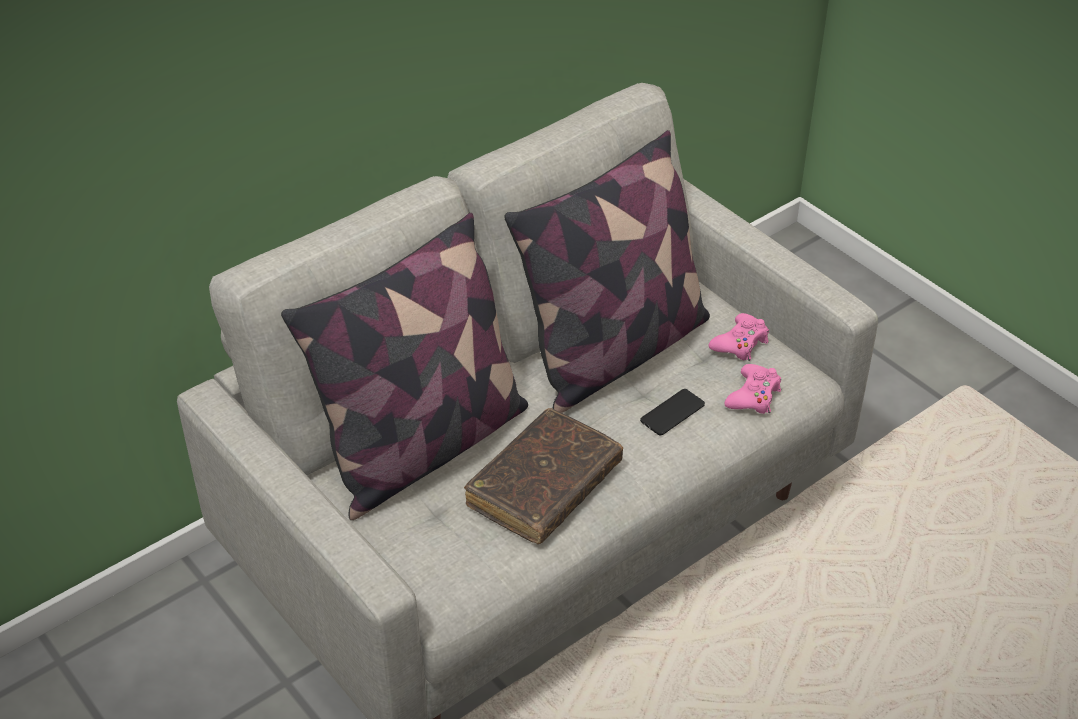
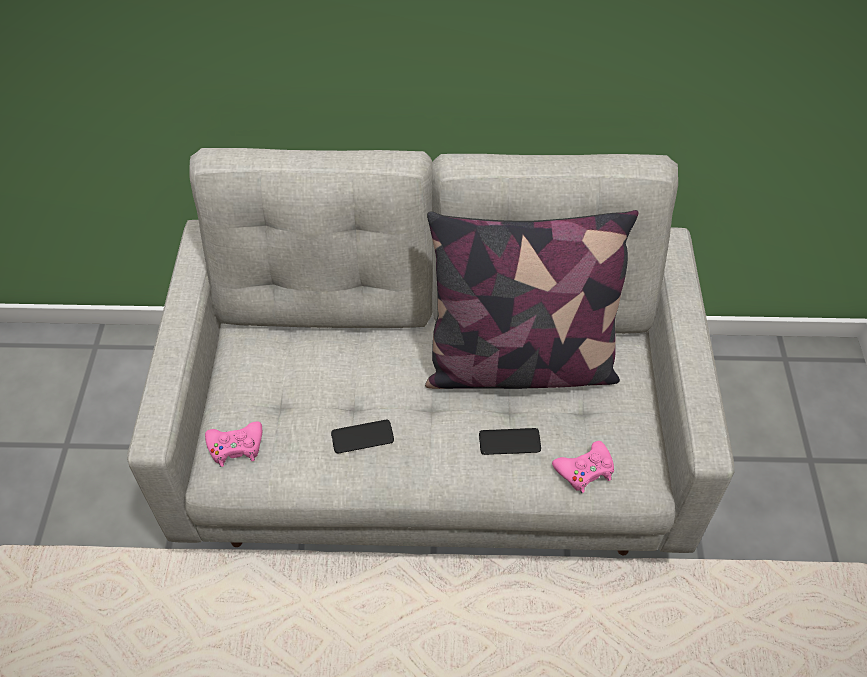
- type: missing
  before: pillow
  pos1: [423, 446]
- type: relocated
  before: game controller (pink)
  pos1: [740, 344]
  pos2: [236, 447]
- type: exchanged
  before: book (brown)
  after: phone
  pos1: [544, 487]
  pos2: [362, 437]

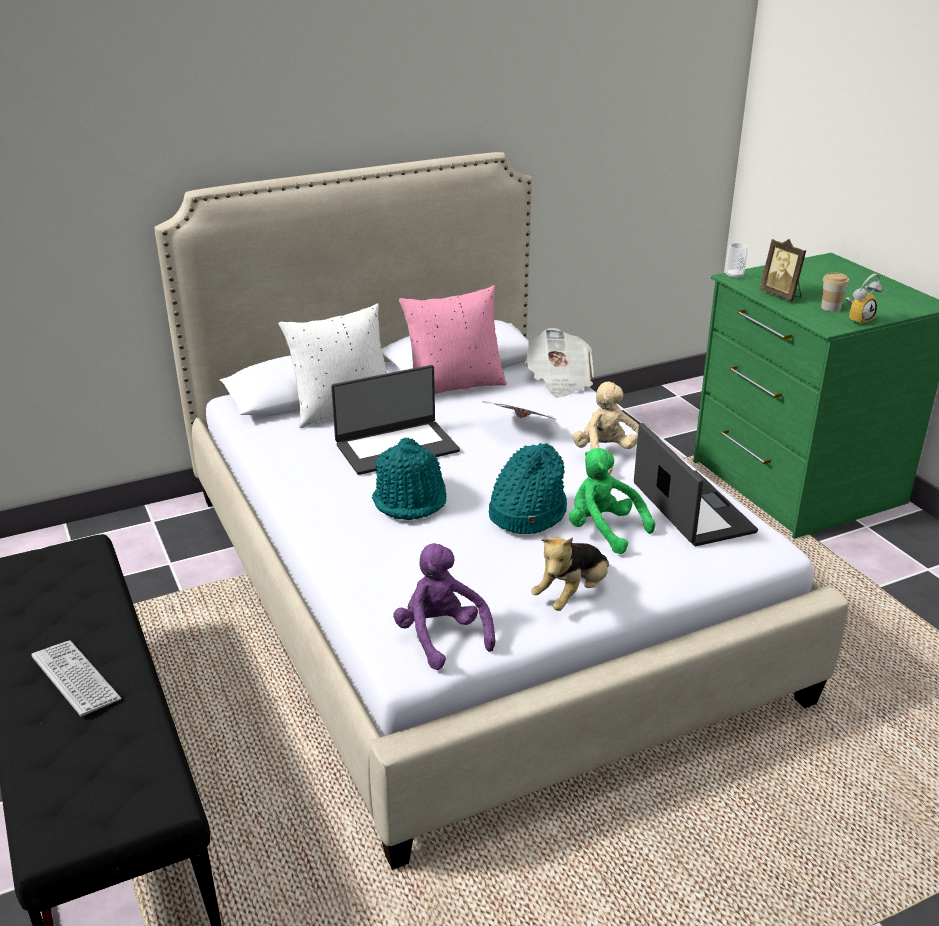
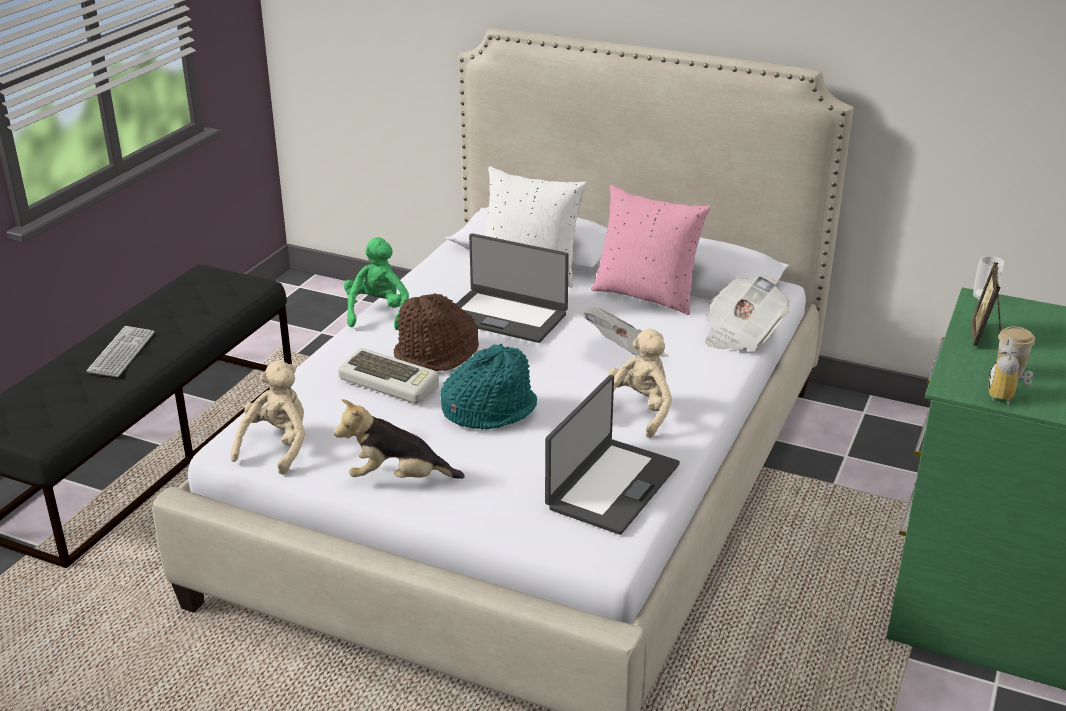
- type: appeared
  after: keyboard
  pos2: [391, 382]
- type: relocated
  before: plush toy (green)
  pos1: [603, 530]
  pos2: [378, 313]
- type: colour
  before: hat (turquoise)
  after: hat (brown)
  pos1: [410, 499]
  pos2: [437, 355]
- type: colour
  before: plush toy (purple)
  after: plush toy (beige)
  pos1: [441, 637]
  pos2: [277, 447]
- type: spun
  before: alarm clock
  pos1: [858, 320]
  pos2: [1006, 397]
  turn: 90

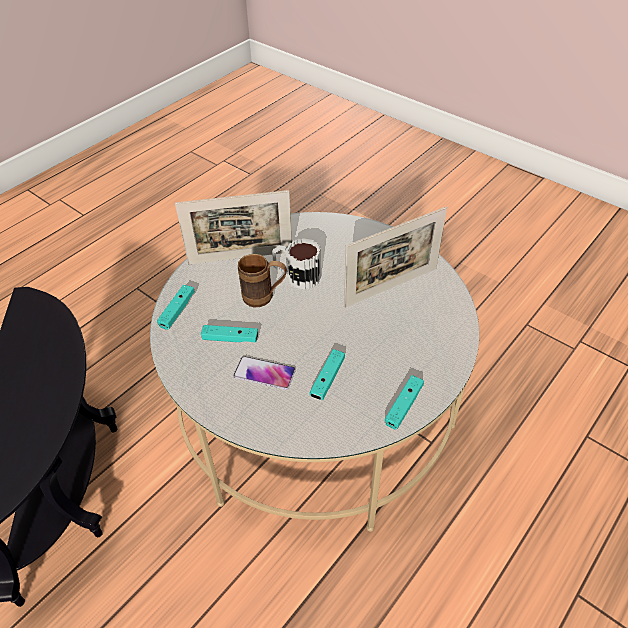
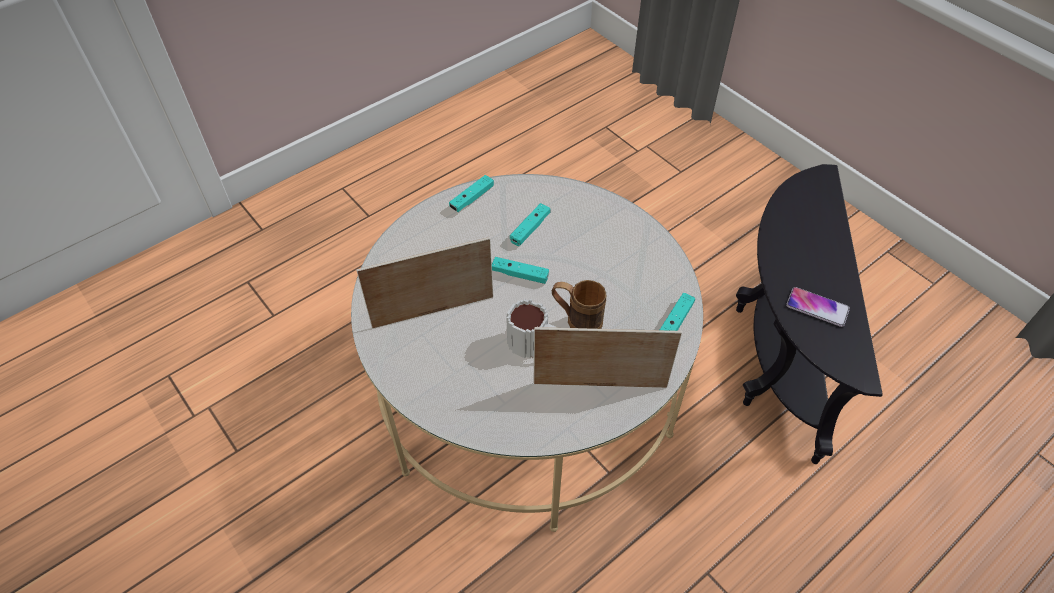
- type: relocated
  before: game controller (turquoise)
  pos1: [230, 338]
  pos2: [520, 275]
- type: relocated
  before: phone
  pos1: [264, 373]
  pos2: [817, 307]

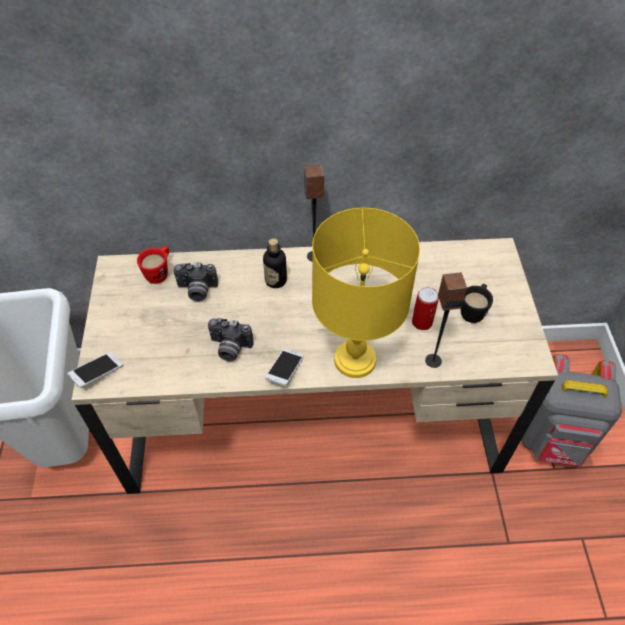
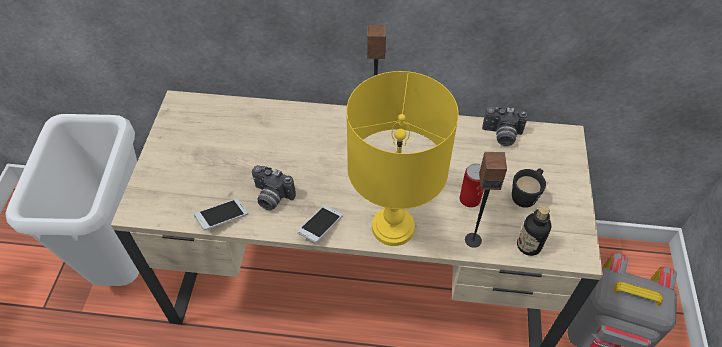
- type: missing
  before: mug (red)
  pos1: [159, 272]
- type: relocated
  before: phone
  pos1: [97, 373]
  pos2: [222, 218]
- type: relocated
  before: photo camera
  pos1: [197, 291]
  pos2: [501, 135]
- type: relocated
  before: bottle
  pos1: [276, 280]
  pos2: [529, 245]

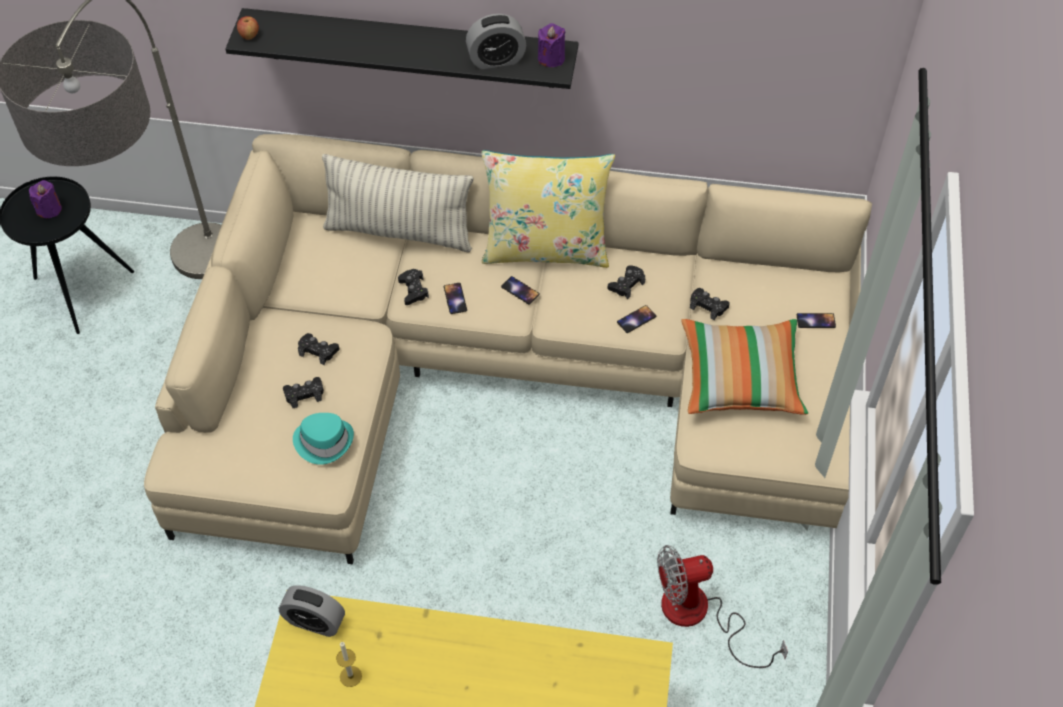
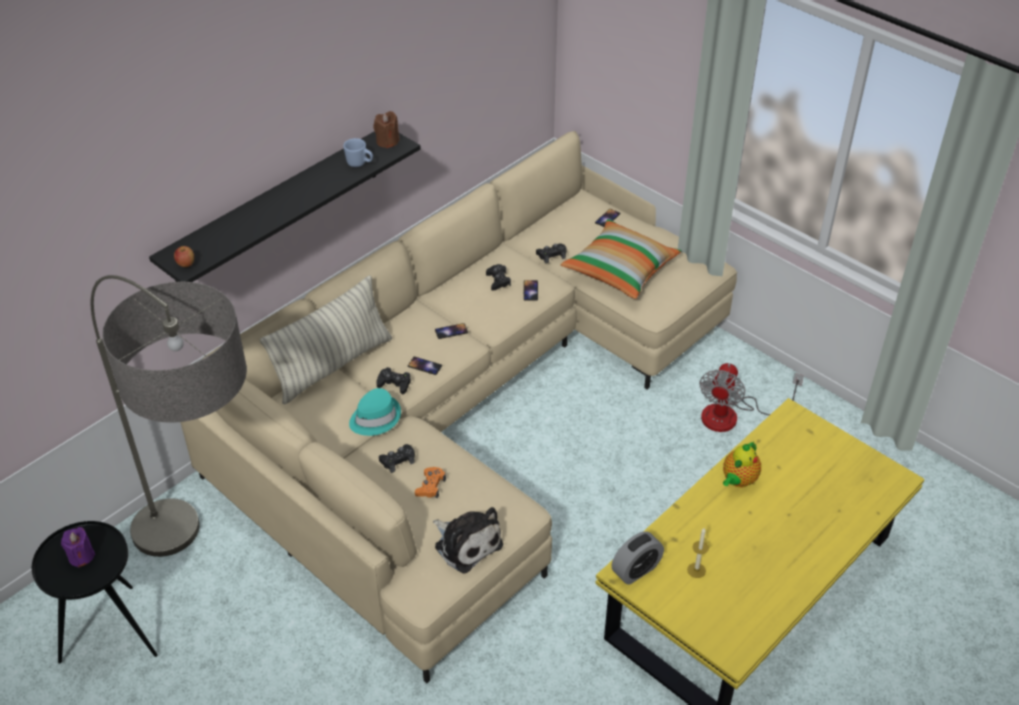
- type: missing
  before: pillow (yellow)
  pos1: [546, 248]
- type: appeared
  after: plush toy
  pos2: [466, 543]
- type: appeared
  after: teapot
  pos2: [738, 480]
- type: relocated
  before: hat (turquoise)
  pos1: [324, 441]
  pos2: [375, 418]
- type: exchanged
  before: alarm clock
  after: mug (blue)
  pos1: [496, 60]
  pos2: [360, 164]
- type: colour
  before: game controller (black)
  after: game controller (orange)
  pos1: [304, 394]
  pos2: [430, 486]
- type: colour
  before: candle (purple)
  after: candle (brown)
  pos1: [551, 58]
  pos2: [387, 141]

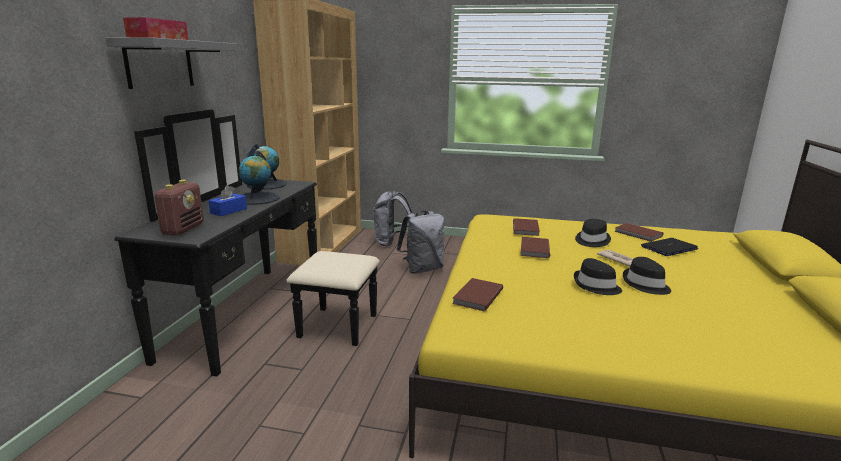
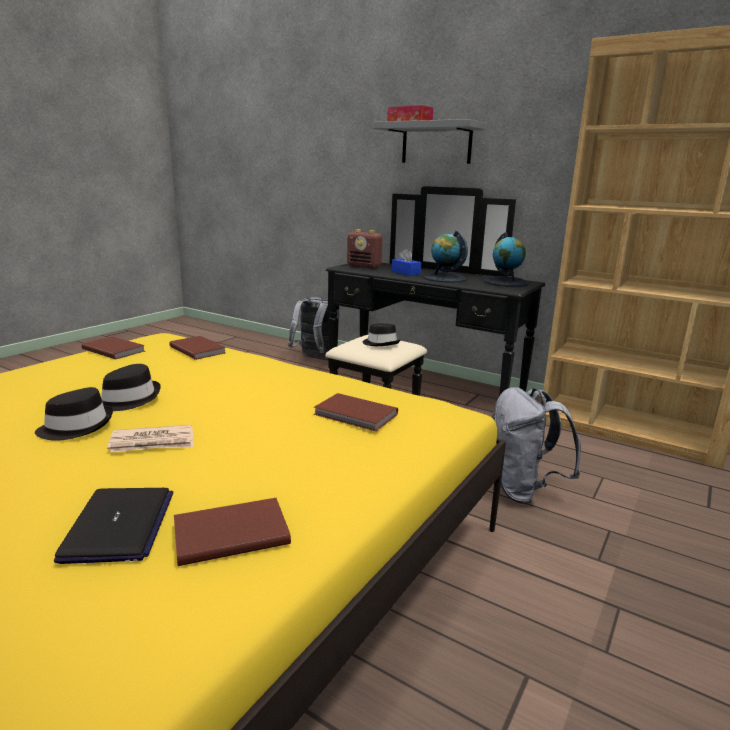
- type: relocated
  before: backpack (grey)
  pos1: [392, 242]
  pos2: [316, 359]
- type: relocated
  before: book (brown)
  pos1: [533, 249]
  pos2: [114, 350]
- type: relocated
  before: hat (black)
  pos1: [591, 240]
  pos2: [381, 343]

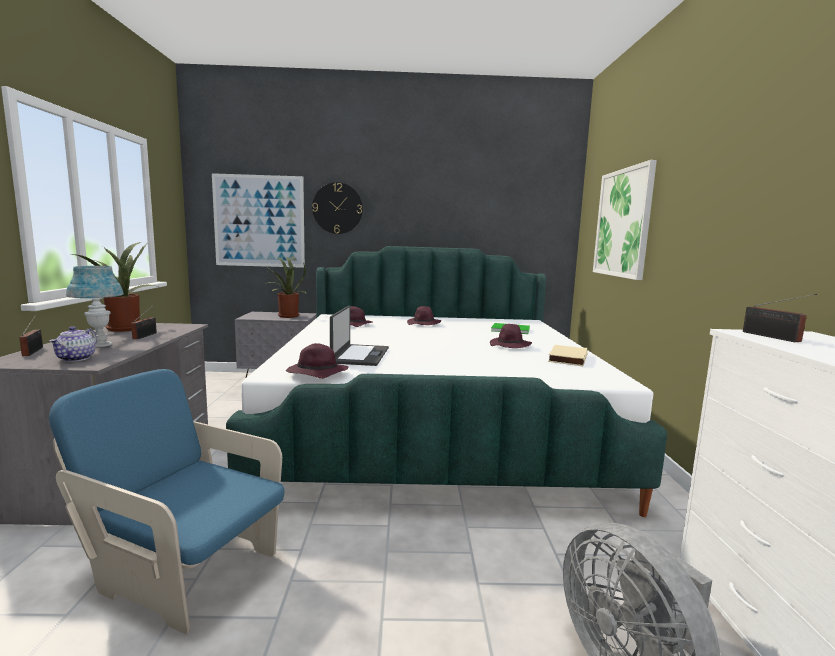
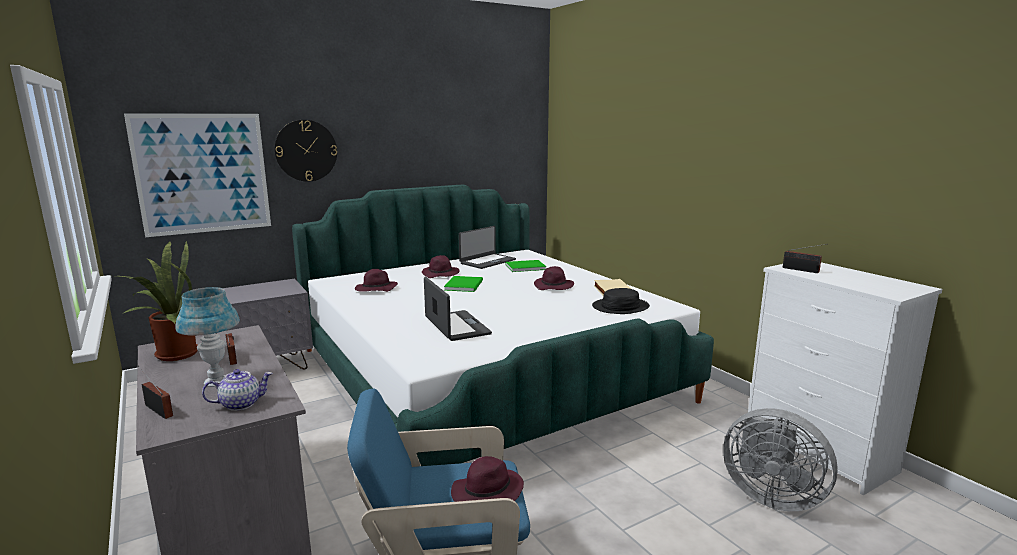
- type: missing
  before: potted plant
  pos1: [286, 316]
- type: missing
  before: picture
  pos1: [623, 223]
- type: appeared
  after: book (green)
  pos2: [465, 285]
- type: appeared
  after: laptop
  pos2: [487, 261]
- type: appeared
  after: hat (black)
  pos2: [620, 307]
- type: relocated
  before: hat (purple)
  pos1: [316, 373]
  pos2: [486, 493]
- type: spun
  before: teapot
  pos1: [76, 358]
  pos2: [241, 404]
  turn: -90

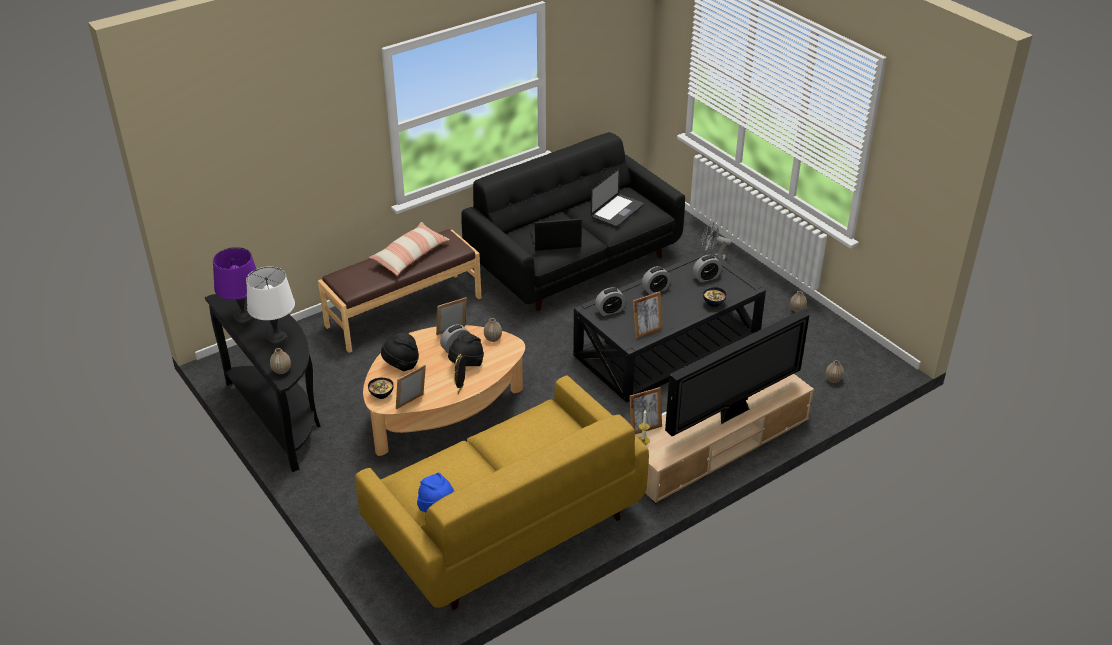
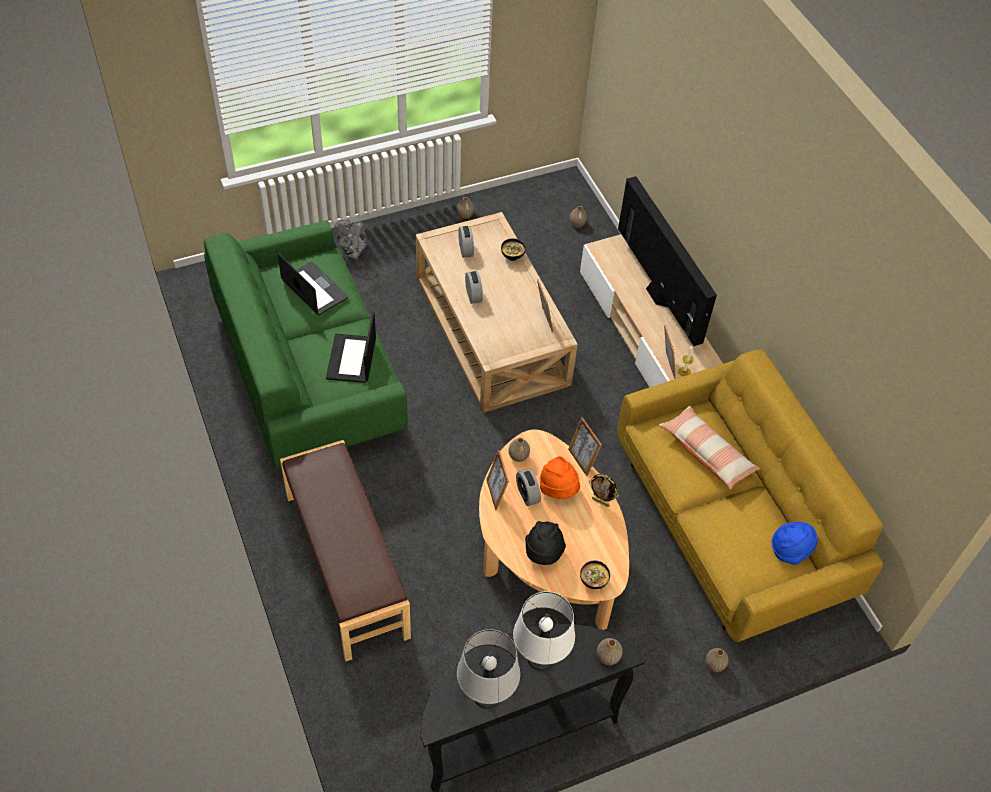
- type: missing
  before: alarm clock
  pos1: [610, 311]
- type: appeared
  after: vase
  pos2: [714, 665]
- type: relocated
  before: pillow
  pos1: [410, 256]
  pos2: [707, 453]
- type: relocated
  before: picture frame
  pos1: [412, 403]
  pos2: [582, 460]
- type: colour
  before: table lamp (purple)
  after: table lamp (grey)
  pos1: [243, 317]
  pos2: [486, 696]
- type: colour
  before: hat (black)
  after: hat (orange)
  pos1: [466, 364]
  pos2: [558, 489]
- type: colour
  before: sofa (black)
  after: sofa (green)
  pos1: [574, 261]
  pos2: [308, 373]
- type: colour
  before: coffee table (black)
  after: coffee table (beige)
  pos1: [666, 345]
  pos2: [490, 330]

